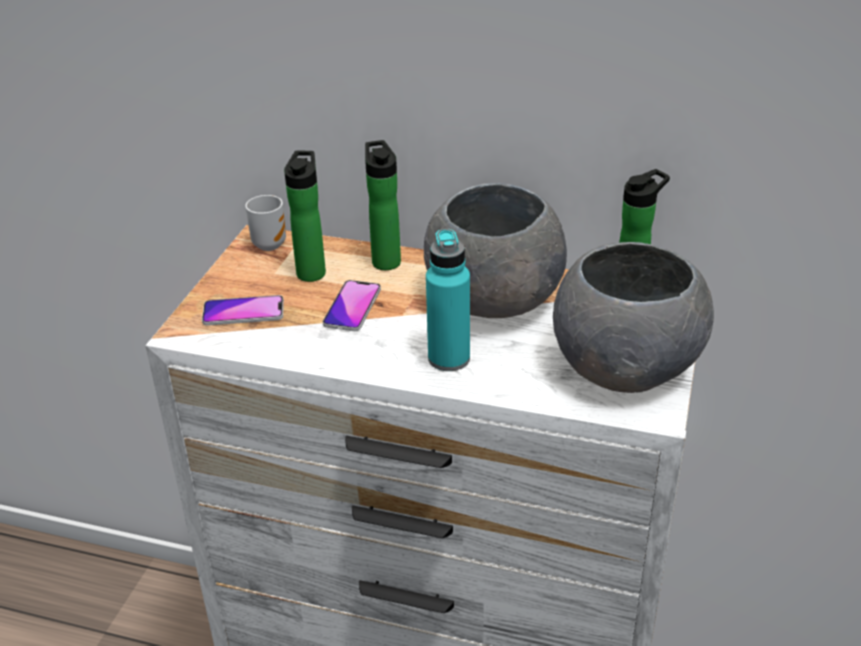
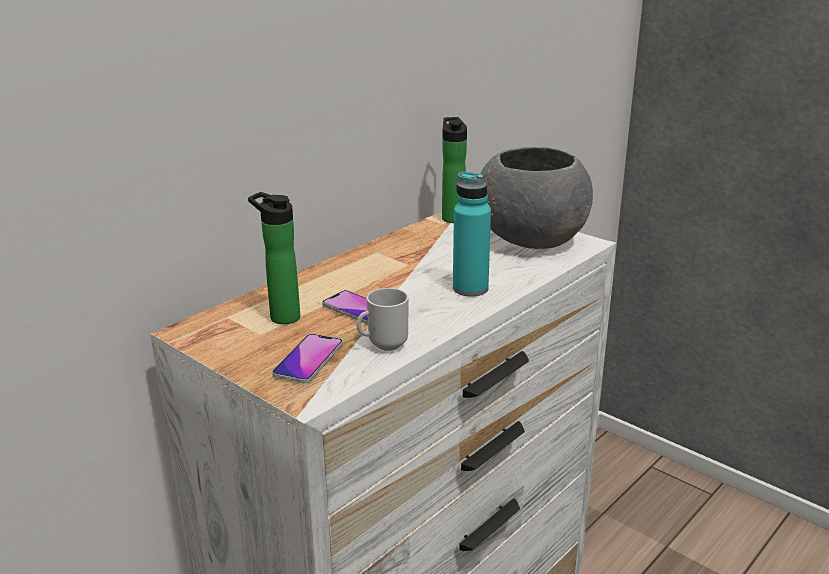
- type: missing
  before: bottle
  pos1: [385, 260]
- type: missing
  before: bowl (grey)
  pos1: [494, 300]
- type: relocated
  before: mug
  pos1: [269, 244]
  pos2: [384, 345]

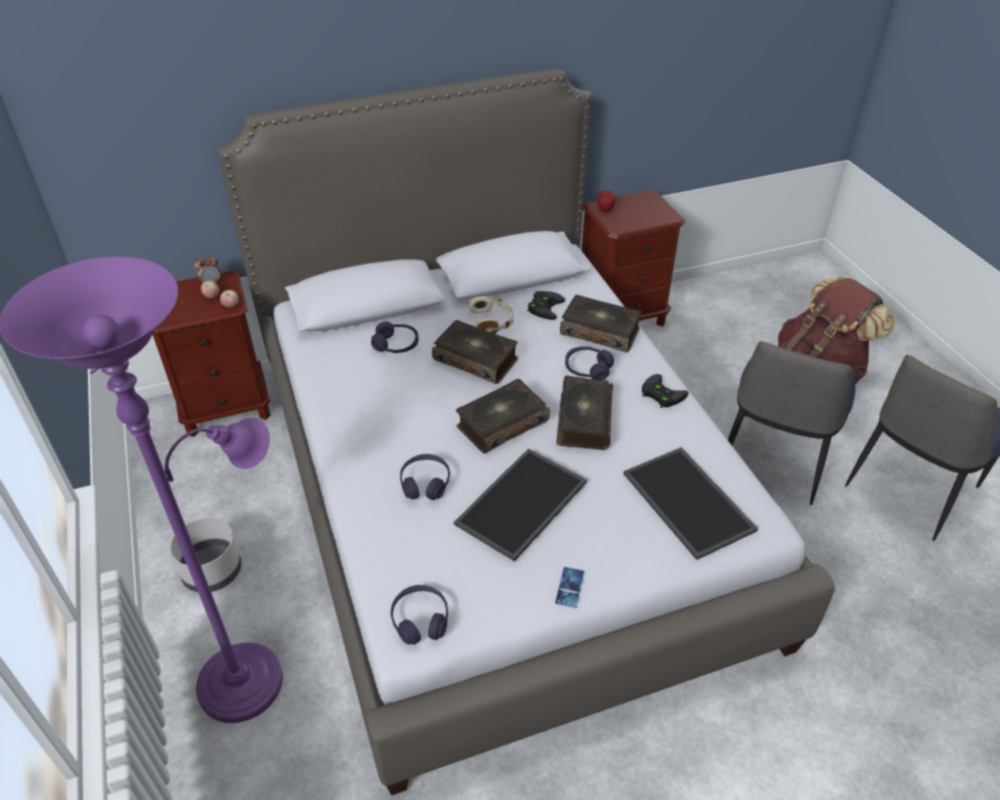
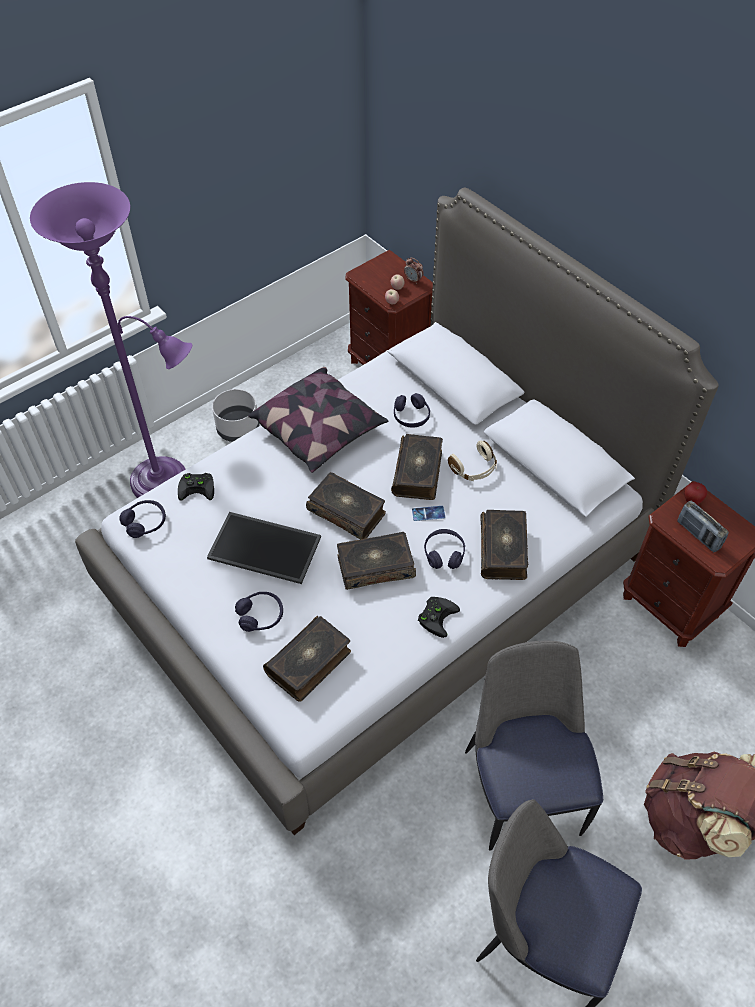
- type: appeared
  after: pillow
  pos2: [320, 431]
- type: appeared
  after: radio
  pos2: [698, 535]
- type: relocated
  before: headphones (purple)
  pos1: [425, 483]
  pos2: [260, 616]
- type: relocated
  before: game controller (black)
  pos1: [544, 306]
  pos2: [198, 487]
- type: relocated
  before: phone
  pos1: [569, 587]
  pos2: [428, 513]
- type: exchanged
  before: tray
  after: book
  pos1: [690, 502]
  pos2: [309, 663]
- type: spun
  before: chair
  pos1: [773, 460]
  pos2: [522, 787]
  turn: 75

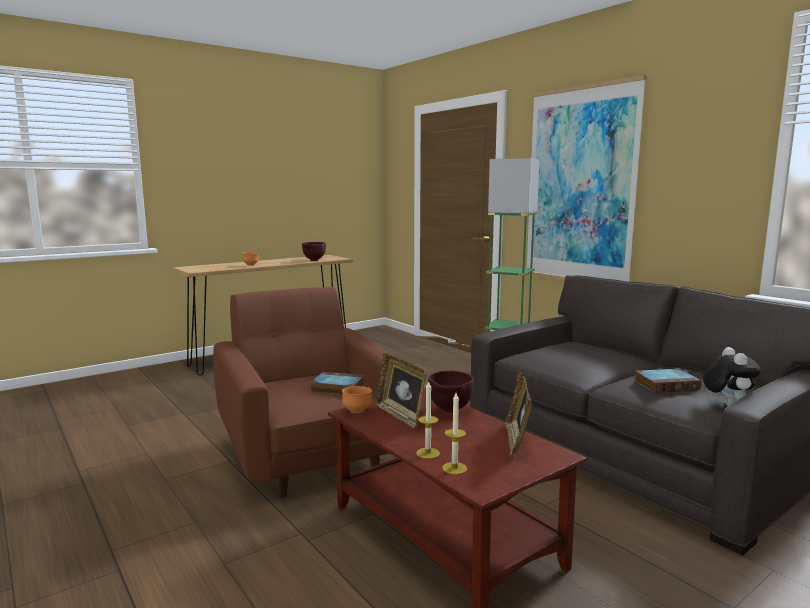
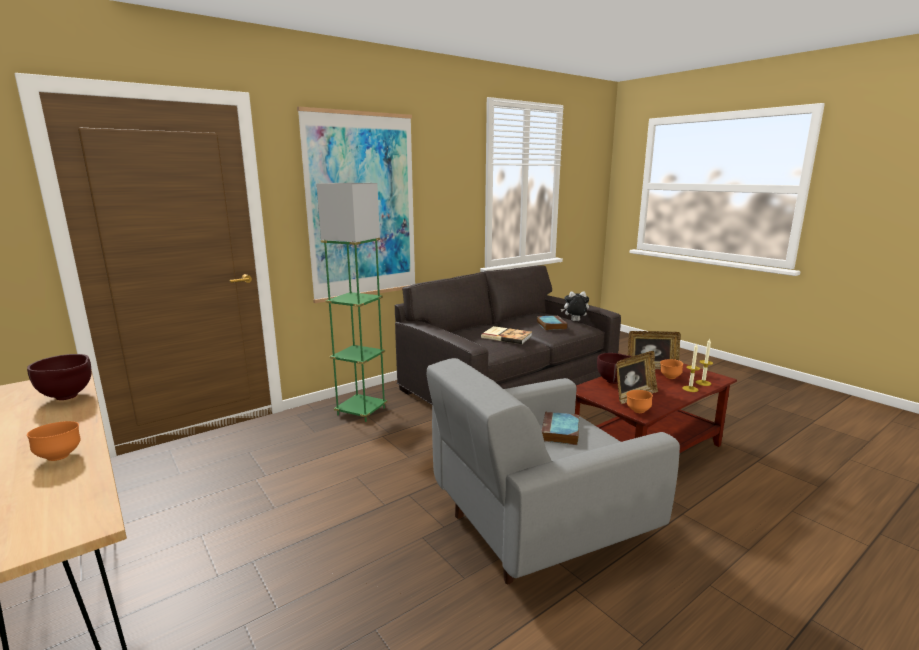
- type: appeared
  after: book
  pos2: [506, 336]
- type: appeared
  after: bowl (orange)
  pos2: [670, 377]
- type: colour
  before: armchair (brown)
  after: armchair (grey)
  pos1: [308, 452]
  pos2: [537, 525]

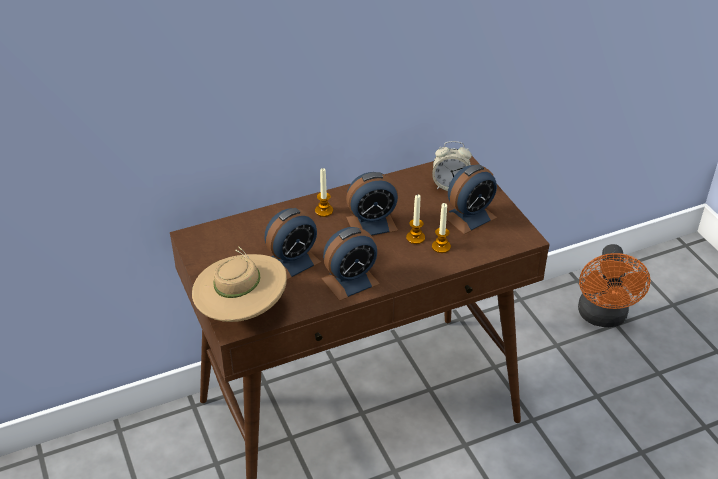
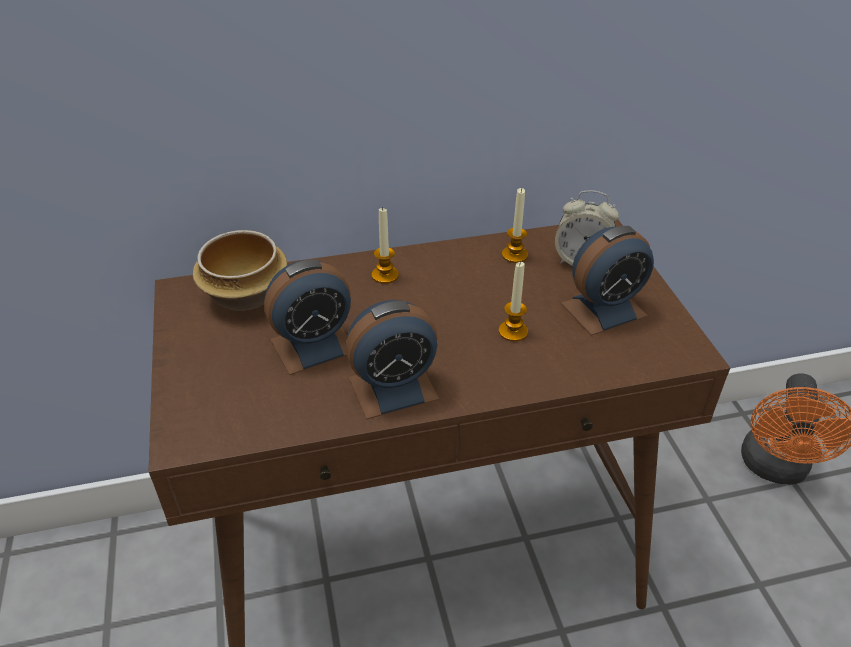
- type: missing
  before: hat (beige)
  pos1: [242, 311]
- type: missing
  before: alarm clock
  pos1: [371, 224]
- type: appeared
  after: bowl
  pos2: [247, 294]
- type: relocated
  before: candle
  pos1: [441, 247]
  pos2: [514, 255]

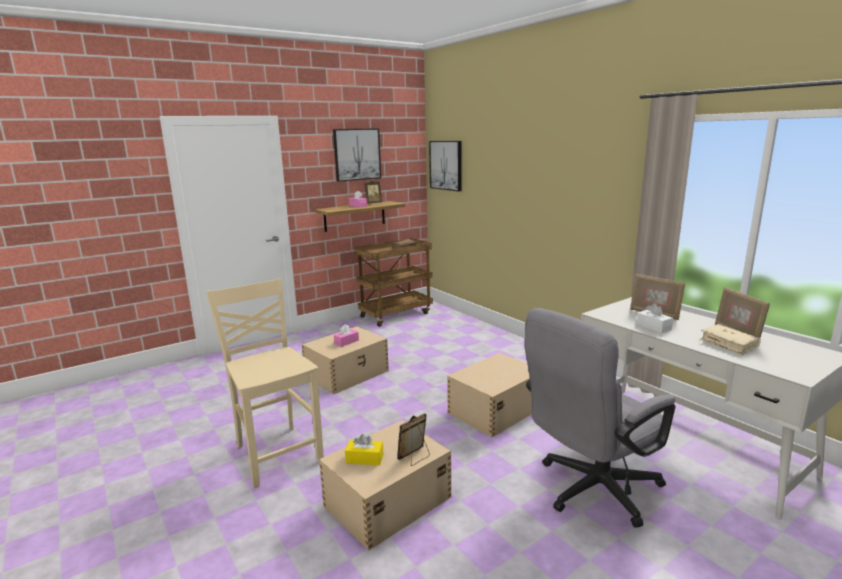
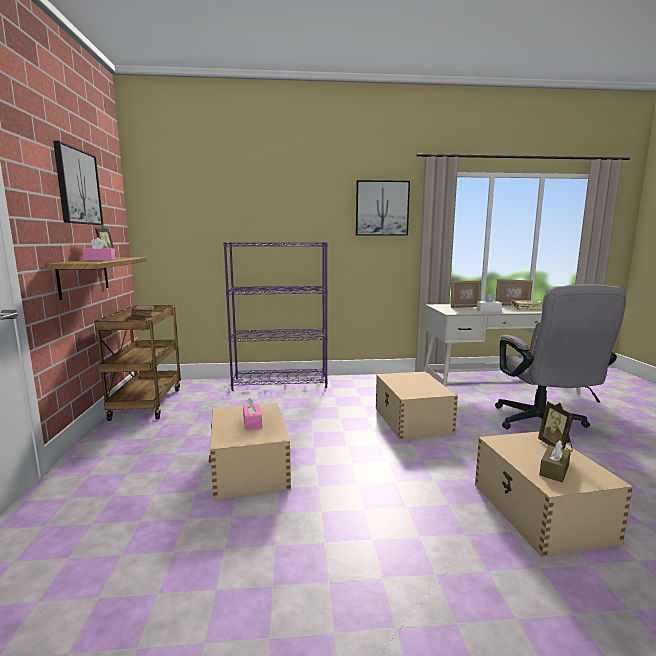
- type: missing
  before: chair (beige)
  pos1: [277, 453]
- type: appeared
  after: bookcase (purple)
  pos2: [280, 383]
- type: relocated
  before: picture
  pos1: [446, 165]
  pos2: [382, 208]
- type: colour
  before: tissue box (yellow)
  after: tissue box (brown)
  pos1: [364, 459]
  pos2: [554, 470]

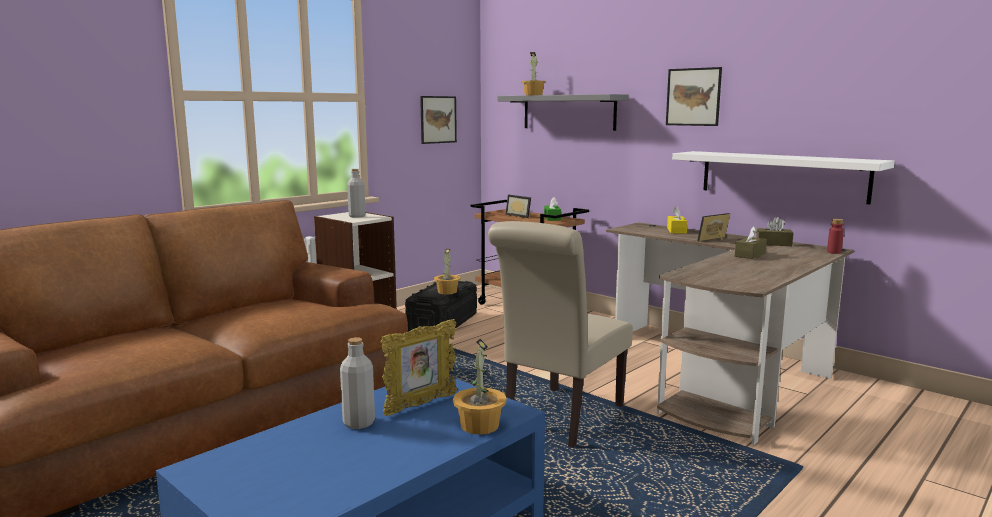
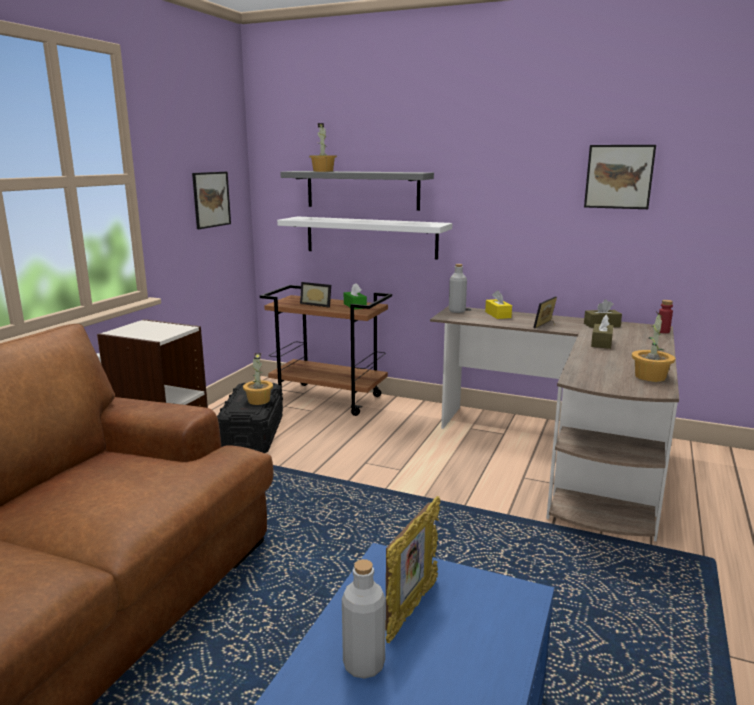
- type: missing
  before: chair (beige)
  pos1: [559, 420]
- type: relocated
  before: bottle (grey)
  pos1: [357, 216]
  pos2: [457, 311]
- type: relocated
  before: potted plant
  pos1: [479, 425]
  pos2: [649, 377]
- type: relocated
  before: picture
  pos1: [693, 97]
  pos2: [619, 176]
- type: relocated
  before: shelf (white)
  pos1: [782, 176]
  pos2: [370, 237]

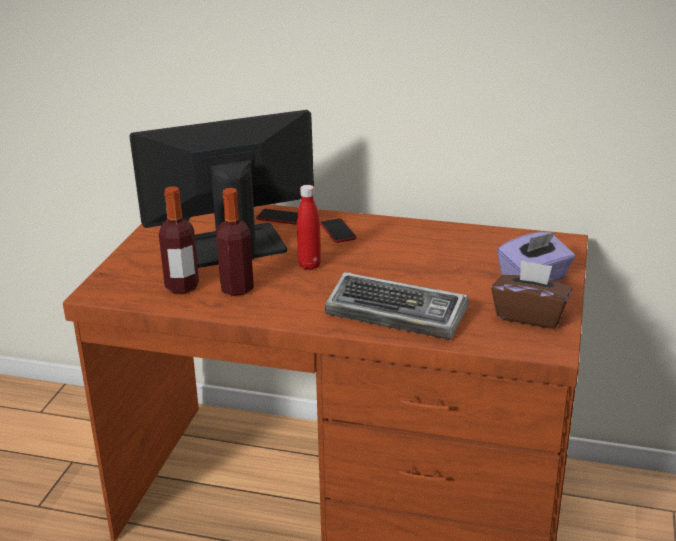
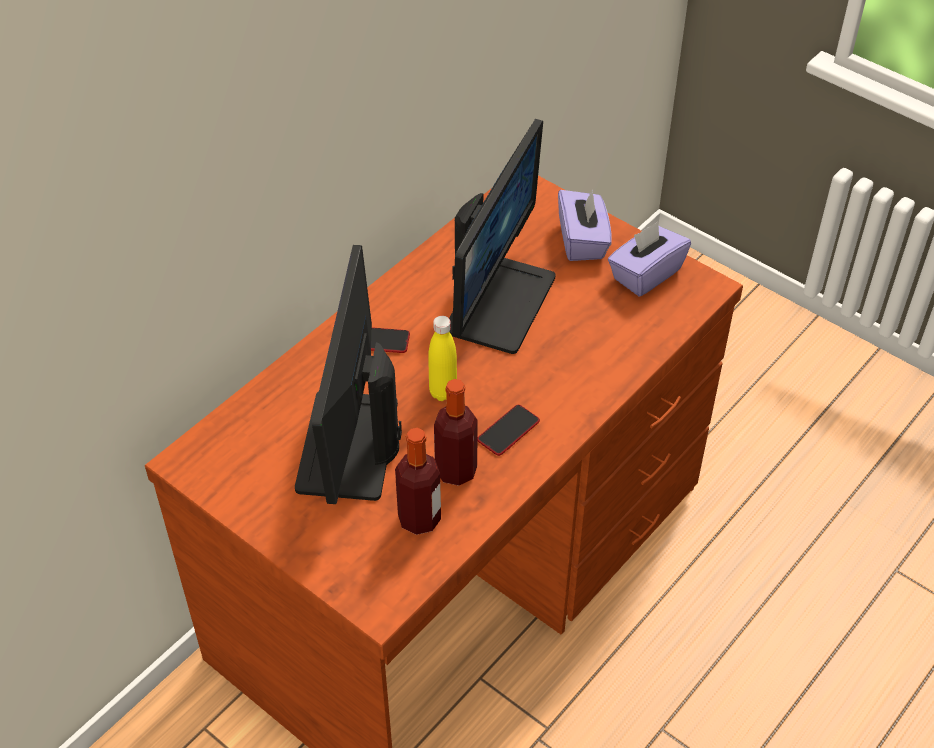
- type: missing
  before: keyboard
  pos1: [398, 314]
- type: appeared
  after: monitor
  pos2: [498, 302]
- type: relocated
  before: phone
  pos1: [281, 218]
  pos2: [508, 431]
- type: colour
  before: bottle (red)
  after: bottle (yellow)
  pos1: [309, 265]
  pos2: [443, 392]
- type: colour
  before: tissue box (brown)
  after: tissue box (purple)
  pos1: [529, 315]
  pos2: [645, 274]

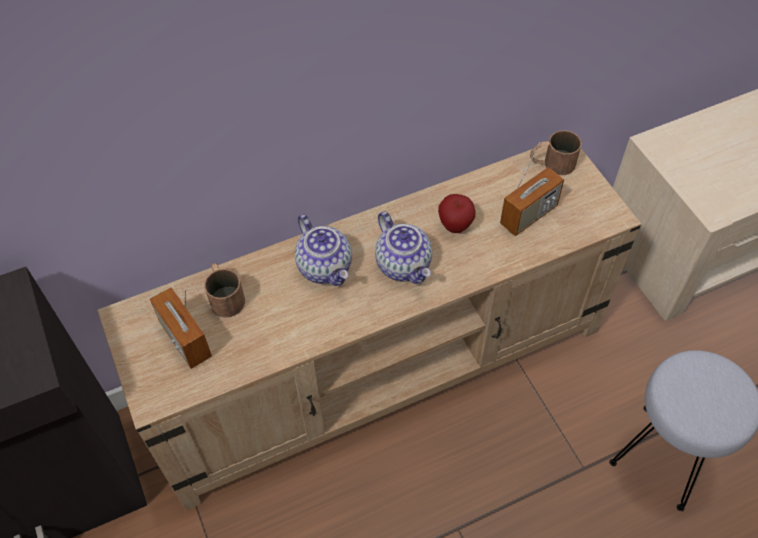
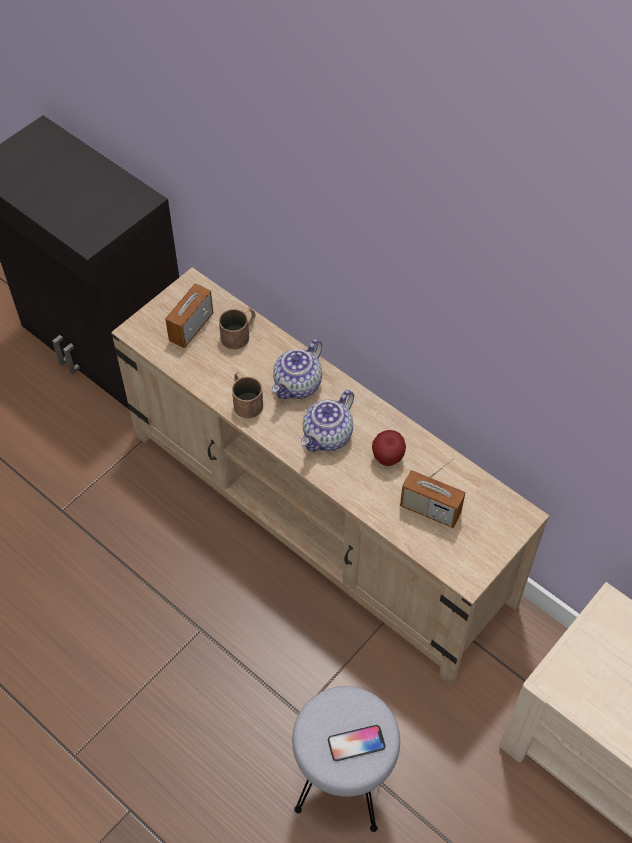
- type: appeared
  after: phone
  pos2: [356, 743]
- type: relocated
  before: mug (brown)
  pos1: [551, 163]
  pos2: [245, 400]

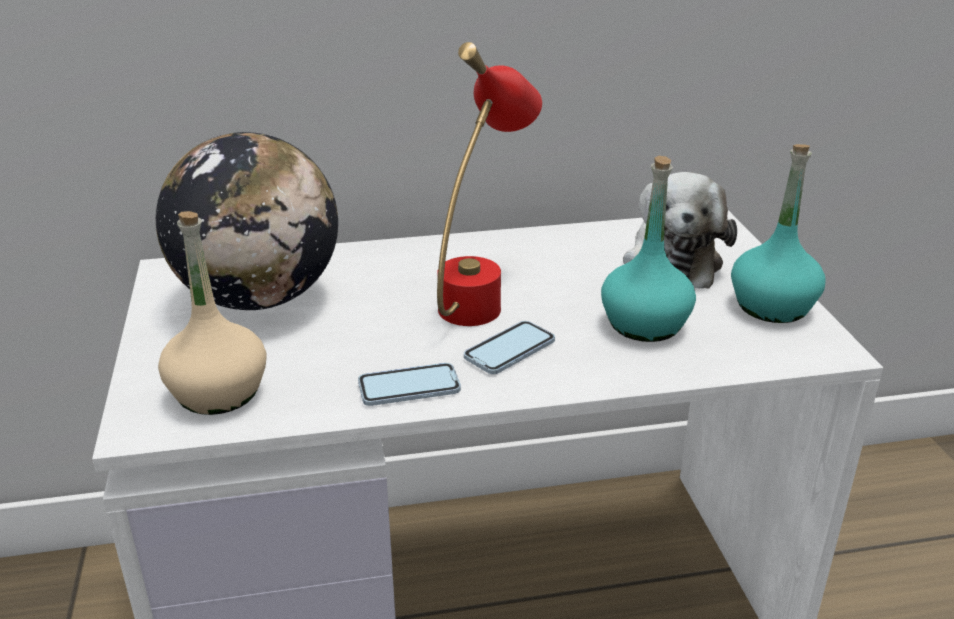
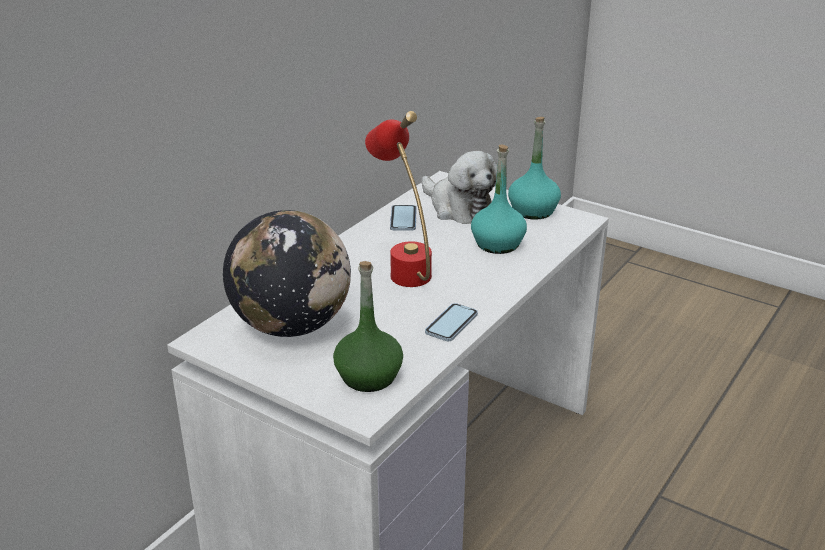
- type: relocated
  before: phone
  pos1: [509, 350]
  pos2: [403, 219]
- type: colour
  before: bottle (beige)
  after: bottle (green)
  pos1: [218, 392]
  pos2: [368, 376]

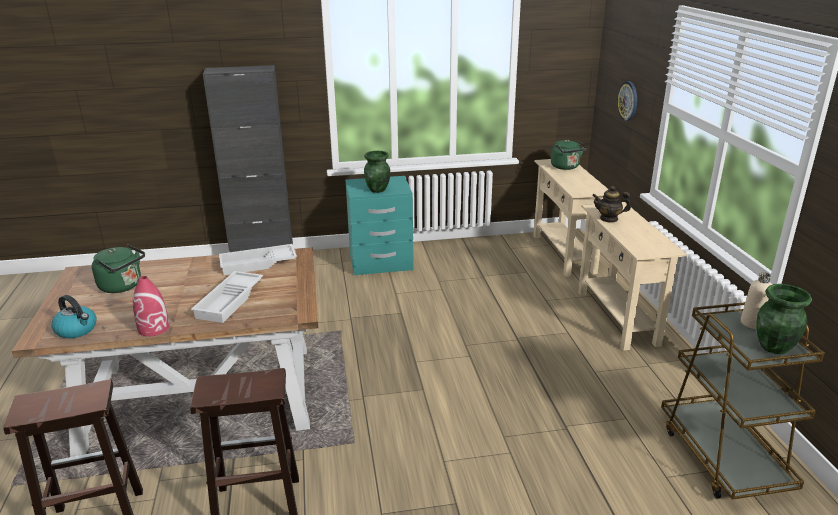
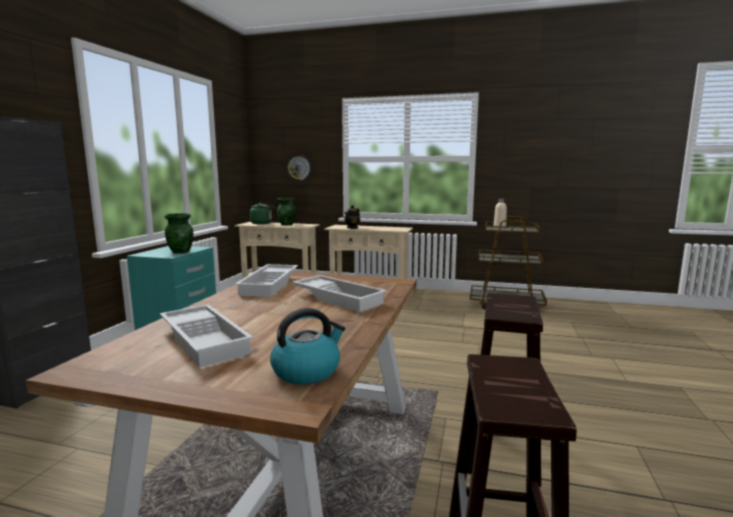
- type: missing
  before: vase (red)
  pos1: [154, 328]
- type: relocated
  before: vase (green)
  pos1: [774, 347]
  pos2: [287, 224]
- type: exchanged
  before: kettle (green)
  after: tray (white)
  pos1: [123, 286]
  pos2: [206, 340]

